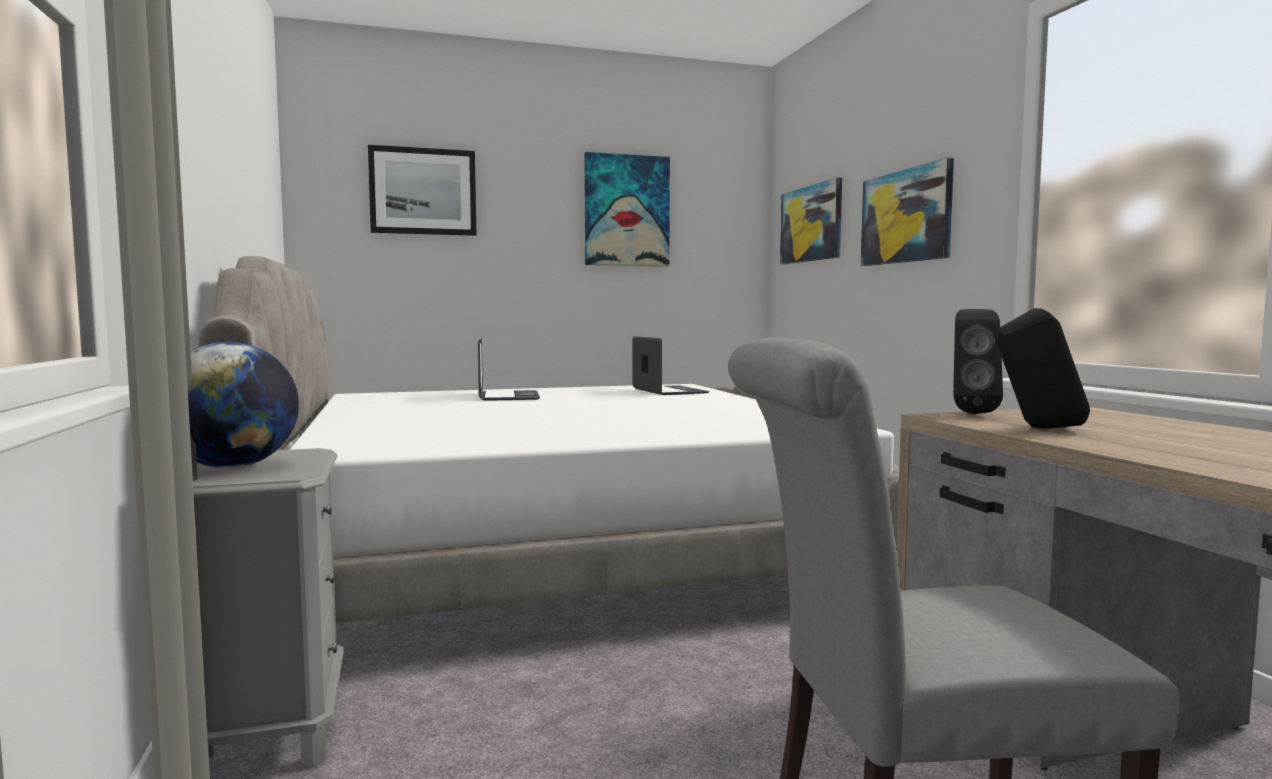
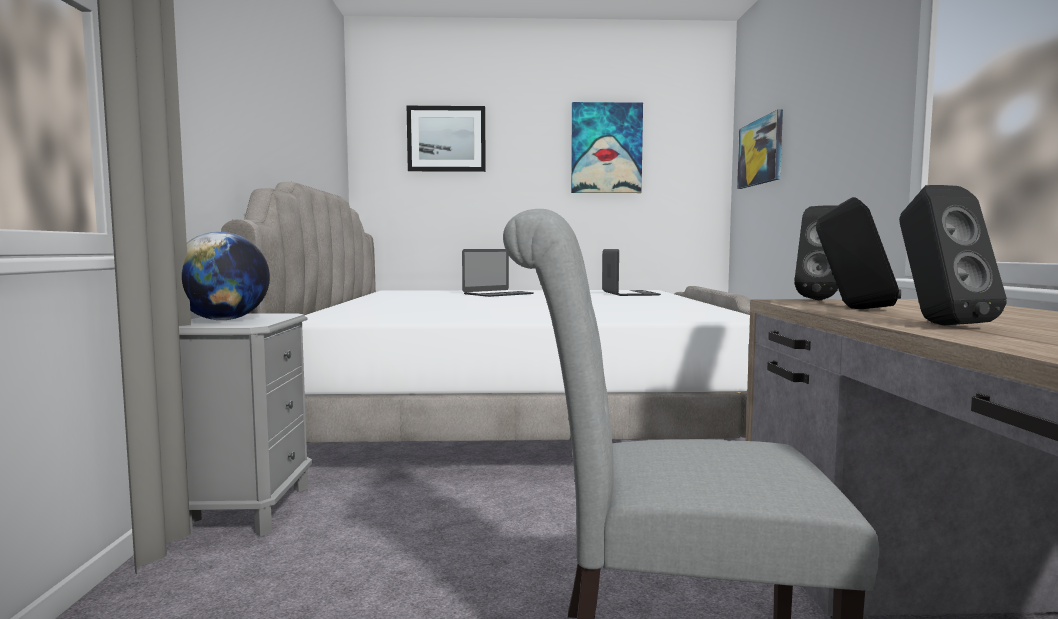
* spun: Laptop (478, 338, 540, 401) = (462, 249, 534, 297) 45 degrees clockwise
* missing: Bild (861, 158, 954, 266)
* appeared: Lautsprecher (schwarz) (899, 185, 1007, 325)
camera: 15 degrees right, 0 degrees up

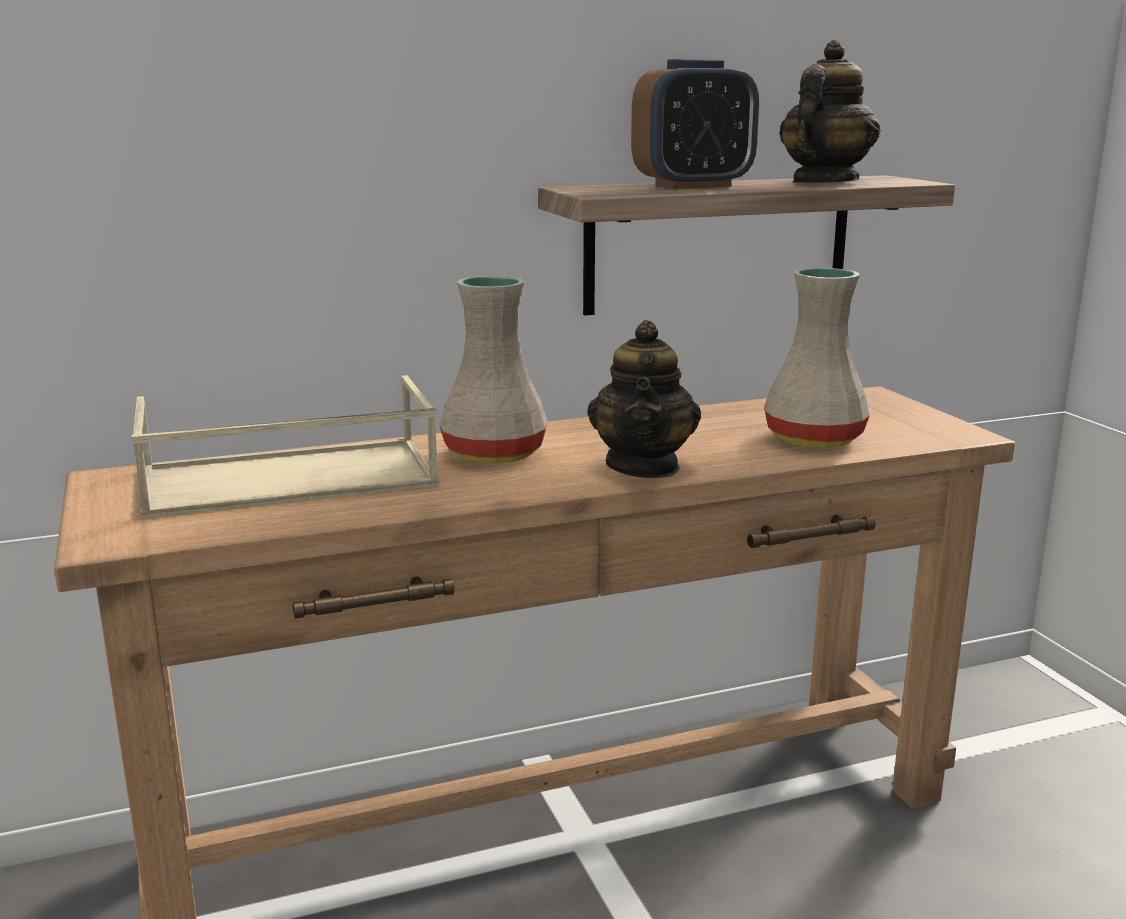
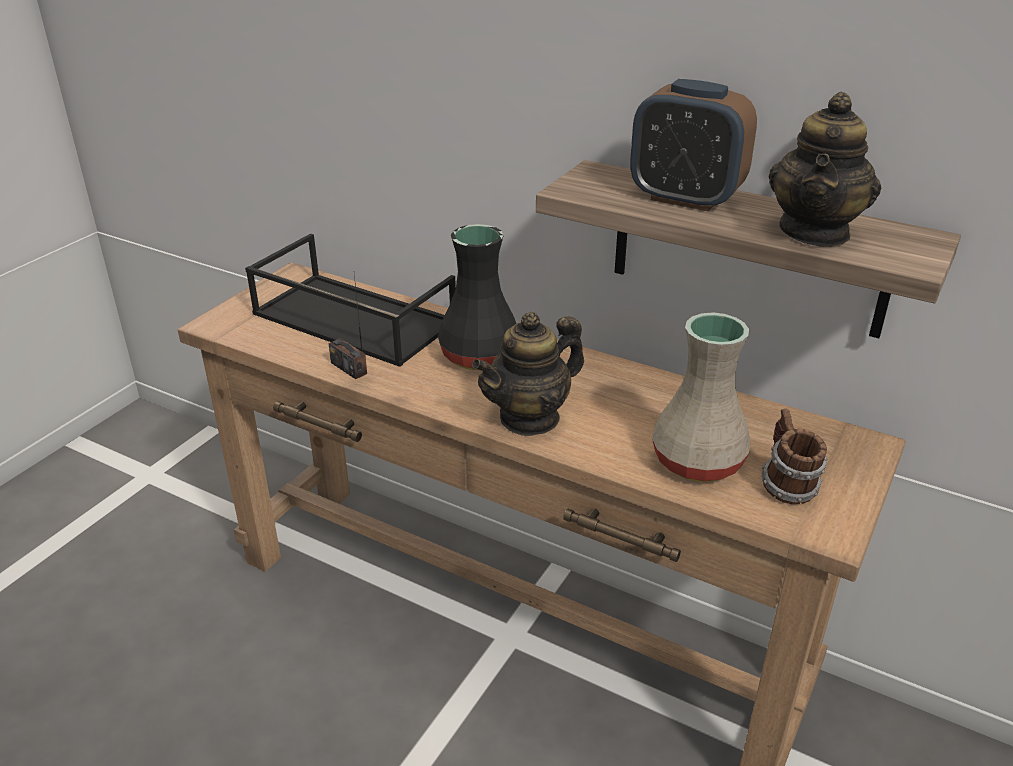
* colour: Tablett (beige) (131, 375, 439, 518) to Tablett (schwarz) (245, 234, 456, 367)
* colour: Vase (beige) (439, 276, 548, 463) to Vase (schwarz) (438, 224, 516, 370)
* spun: Teekanne (779, 40, 880, 183) = (769, 92, 881, 247) 120 degrees clockwise
* appeared: Radio (329, 275, 367, 379)
* appeared: Henkelbecher (761, 409, 828, 505)
camera: 50 degrees right, 15 degrees up

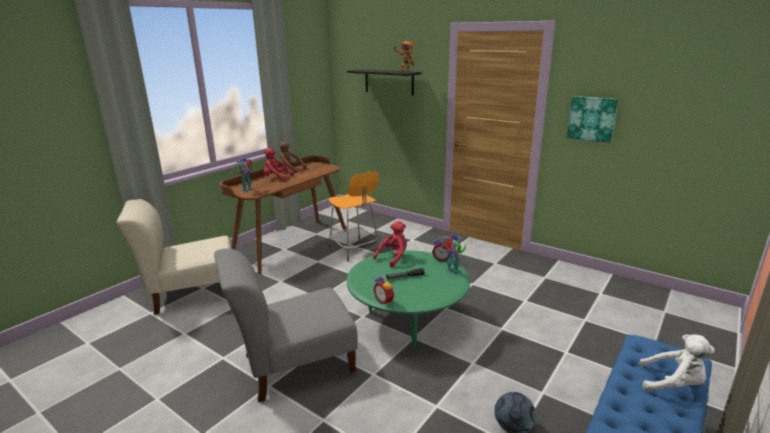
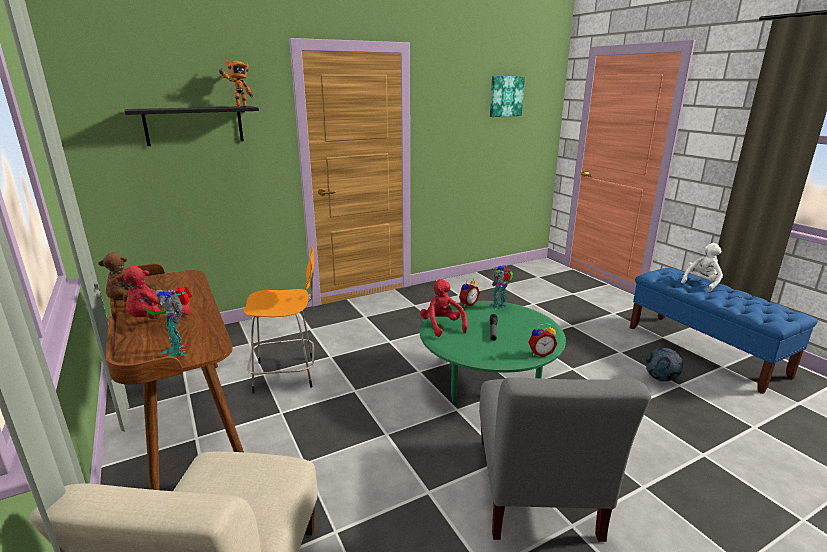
* relocated: Bild (567, 96, 618, 143) to (490, 76, 525, 117)
camera: 65 degrees left, 0 degrees up

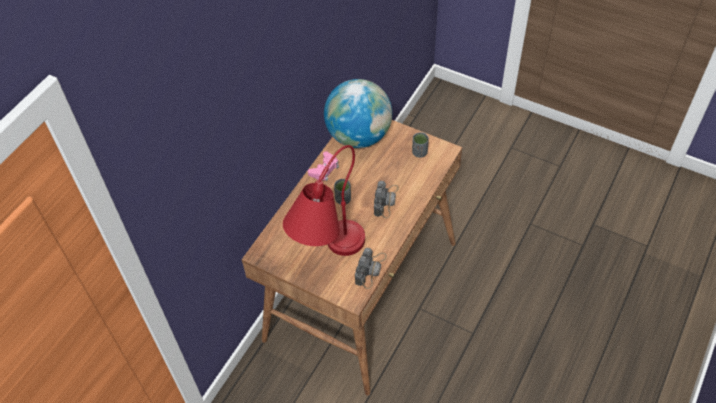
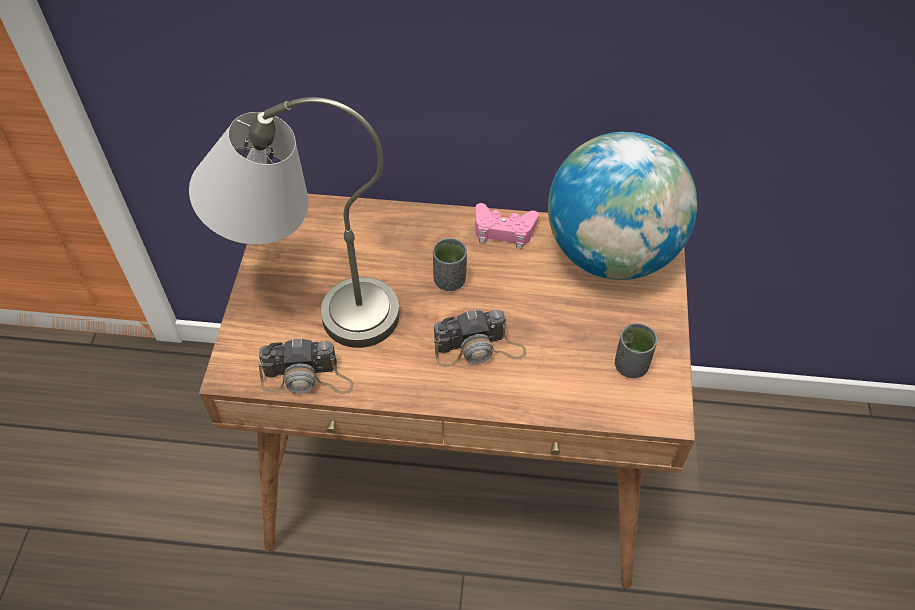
* colour: Tischlampe (rot) (283, 145, 365, 256) to Tischlampe (grau) (189, 97, 399, 348)
camera: 65 degrees right, 0 degrees up

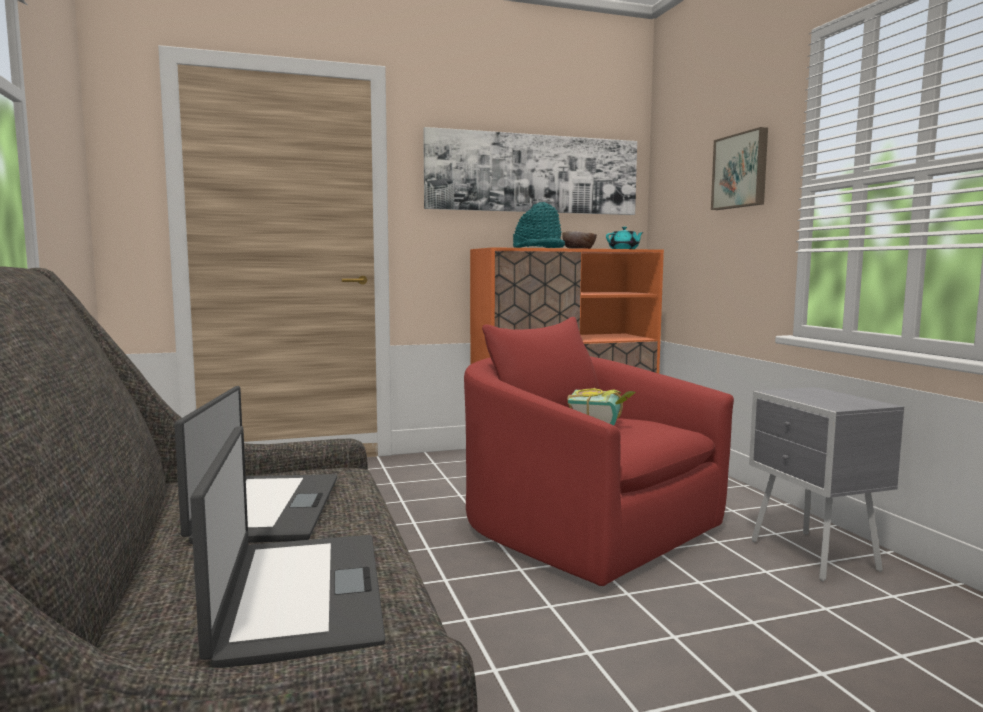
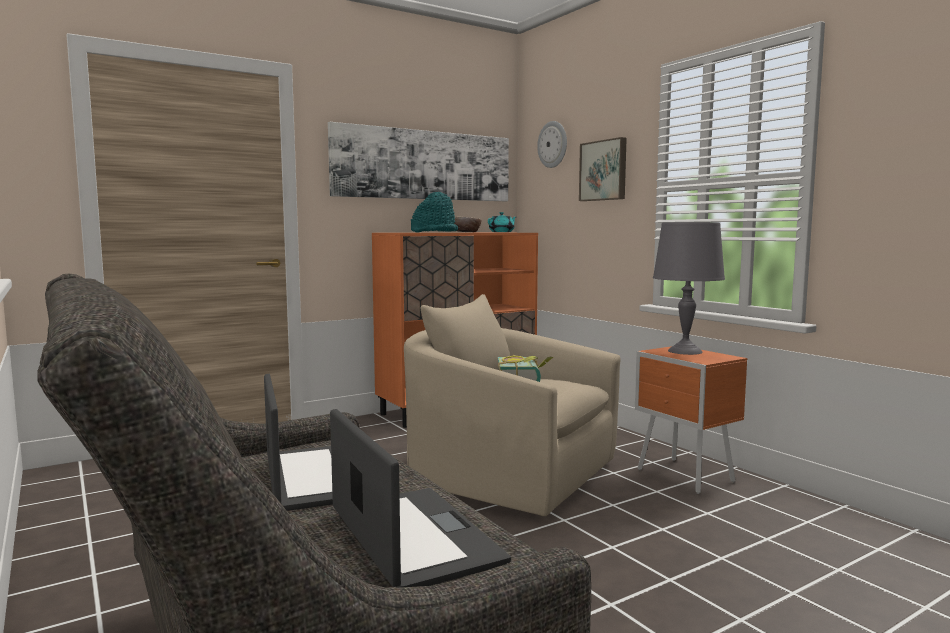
* colour: Sessel (rot) (464, 317, 734, 586) to Sessel (beige) (404, 294, 621, 516)
* colour: Nachttisch (grau) (749, 387, 904, 582) to Nachttisch (orange) (635, 346, 747, 494)
* appeared: Wanduhr (537, 121, 567, 168)
* appeared: Tischlampe (grau) (653, 222, 725, 355)
camera: 15 degrees left, 0 degrees up

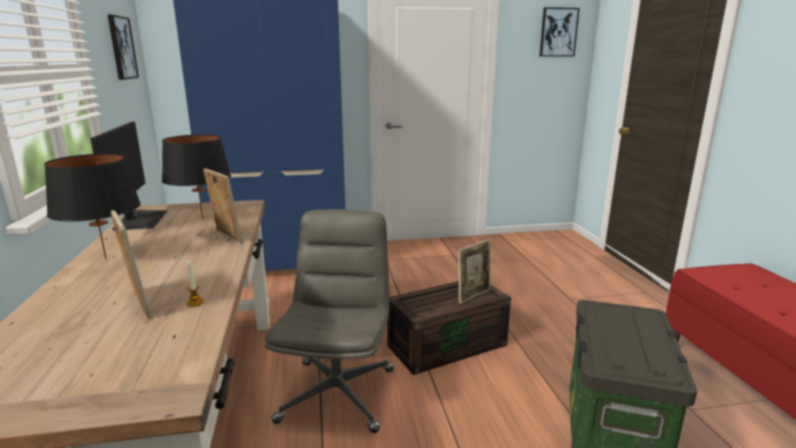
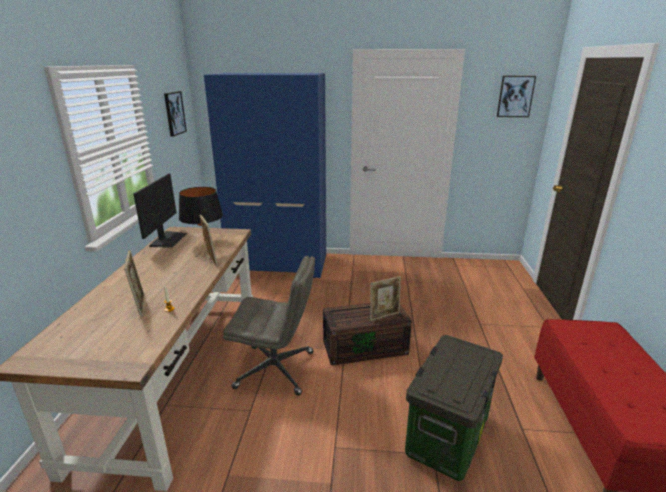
* missing: Tischlampe (schwarz) (44, 154, 141, 258)
* spun: Bürostuhl (grau) (265, 209, 394, 433) = (223, 256, 315, 395) 75 degrees clockwise
camera: 15 degrees right, 5 degrees up

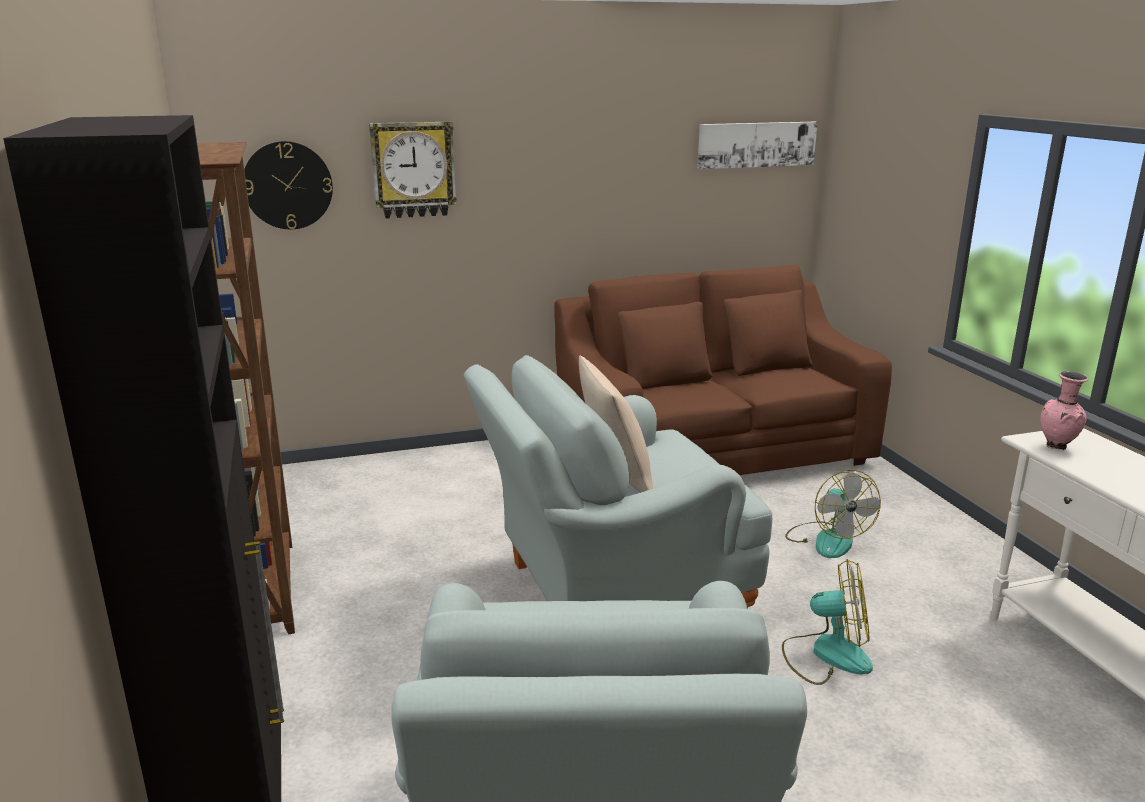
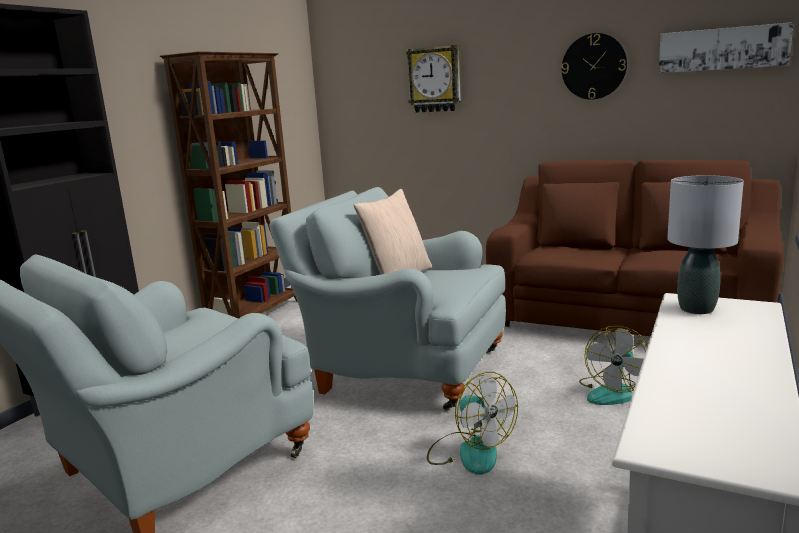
* relocated: Wanduhr (244, 141, 333, 229) to (562, 33, 627, 100)
* exchanged: Vase (rosa) (1040, 371, 1089, 450) to Tischlampe (grau) (667, 175, 744, 314)
camera: 45 degrees right, 5 degrees down

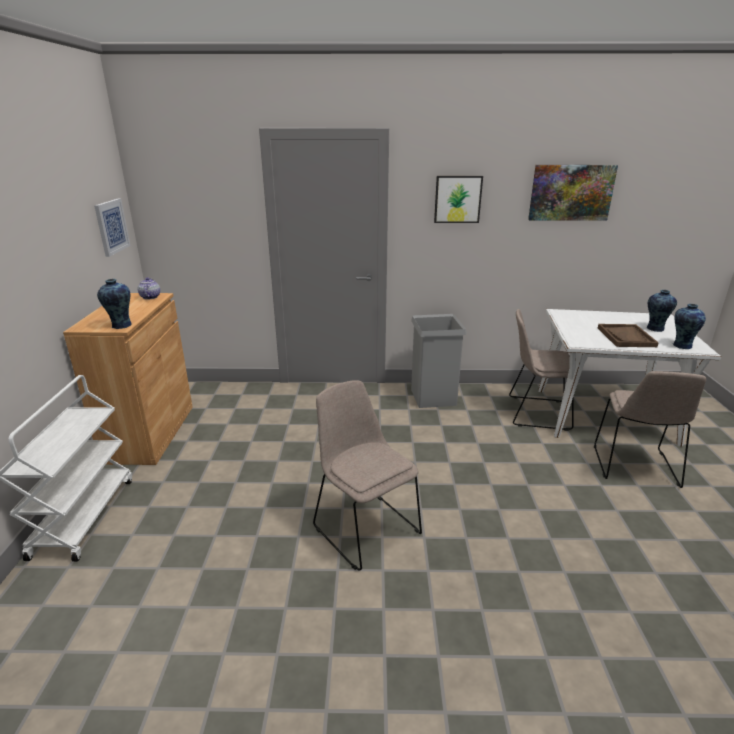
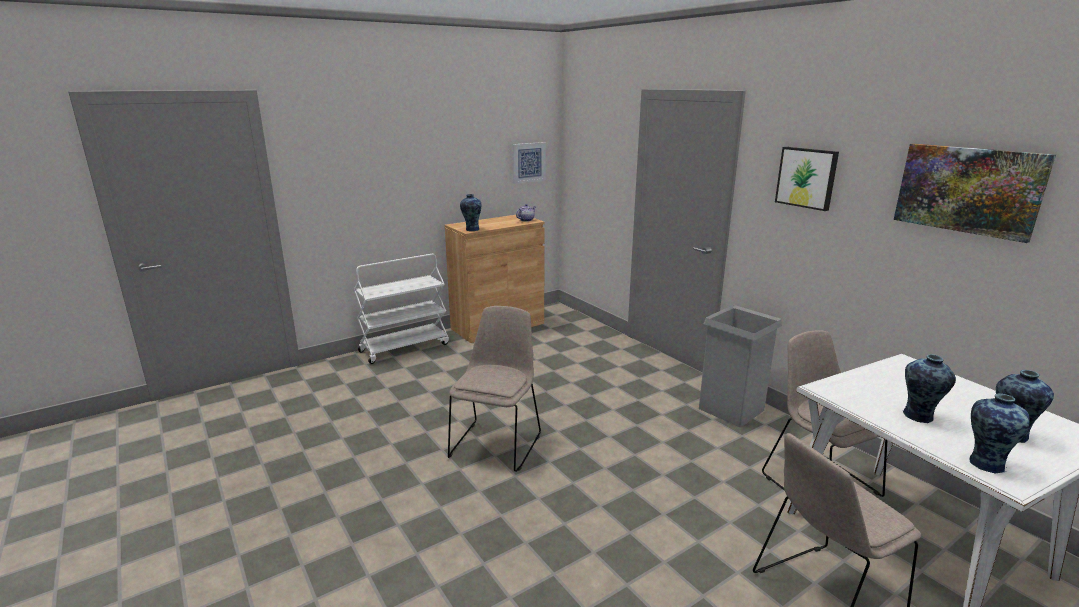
* exchanged: Tablett (braun) (598, 324, 659, 347) to Vase (903, 354, 956, 423)
camera: 55 degrees right, 5 degrees down

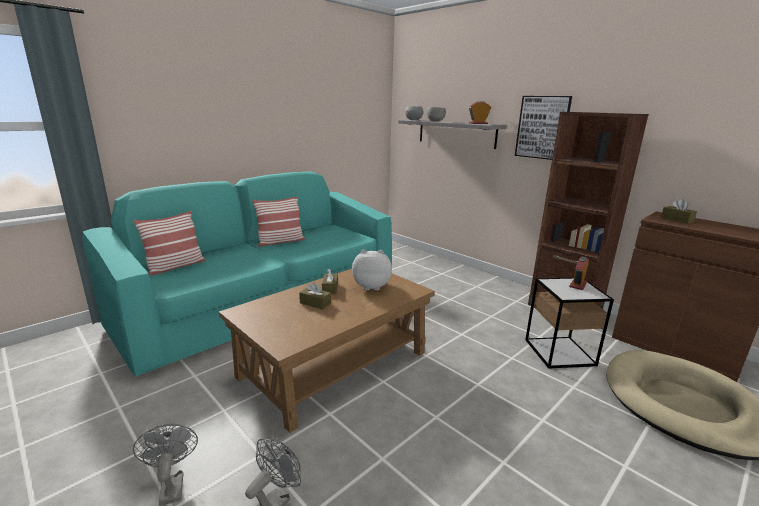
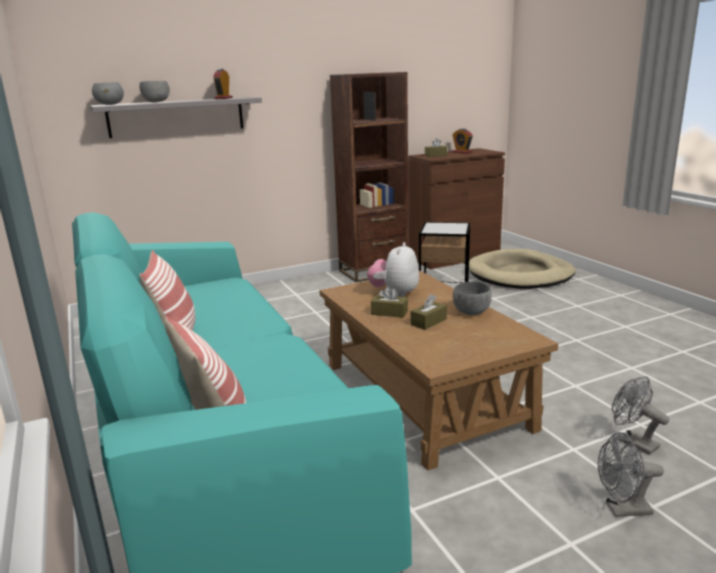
* missing: Bild (515, 96, 572, 160)
* relocated: Wecker (569, 257, 589, 290) to (452, 129, 473, 153)
* appeared: Schüssel (grau) (453, 282, 492, 315)
camera: 70 degrees left, 0 degrees up

